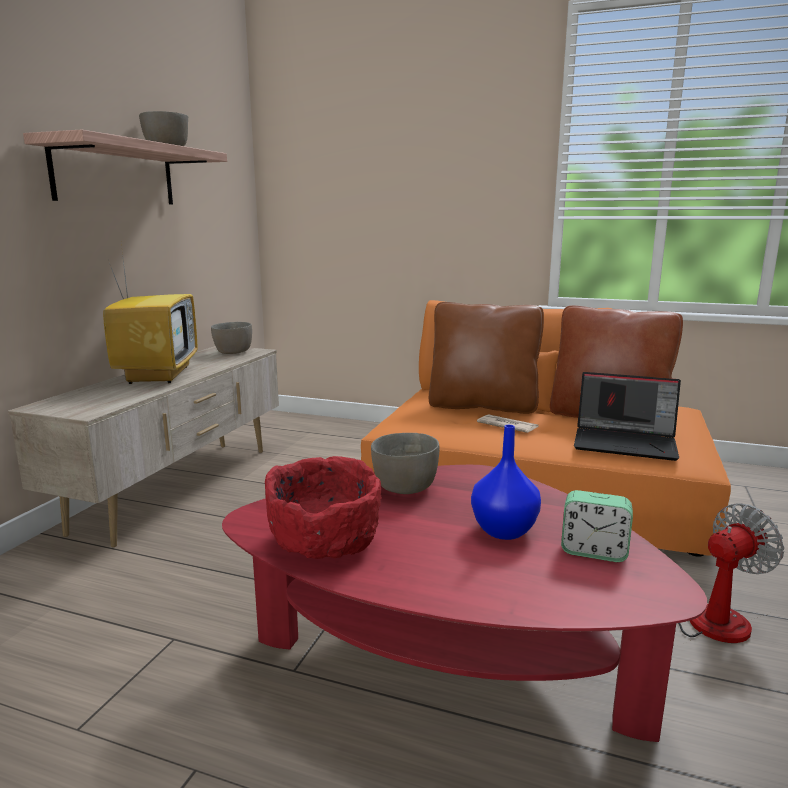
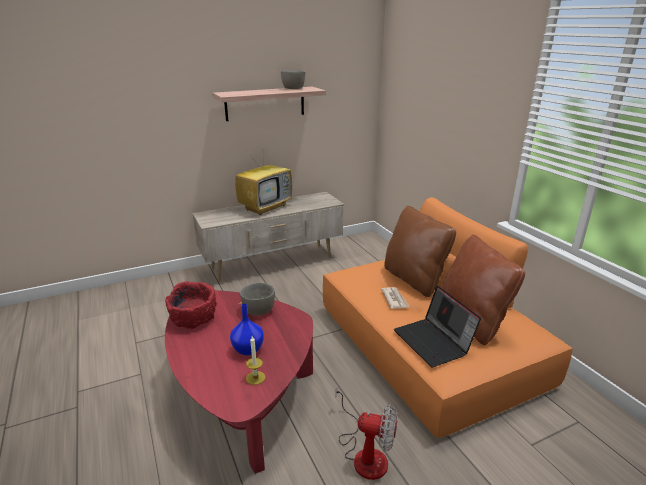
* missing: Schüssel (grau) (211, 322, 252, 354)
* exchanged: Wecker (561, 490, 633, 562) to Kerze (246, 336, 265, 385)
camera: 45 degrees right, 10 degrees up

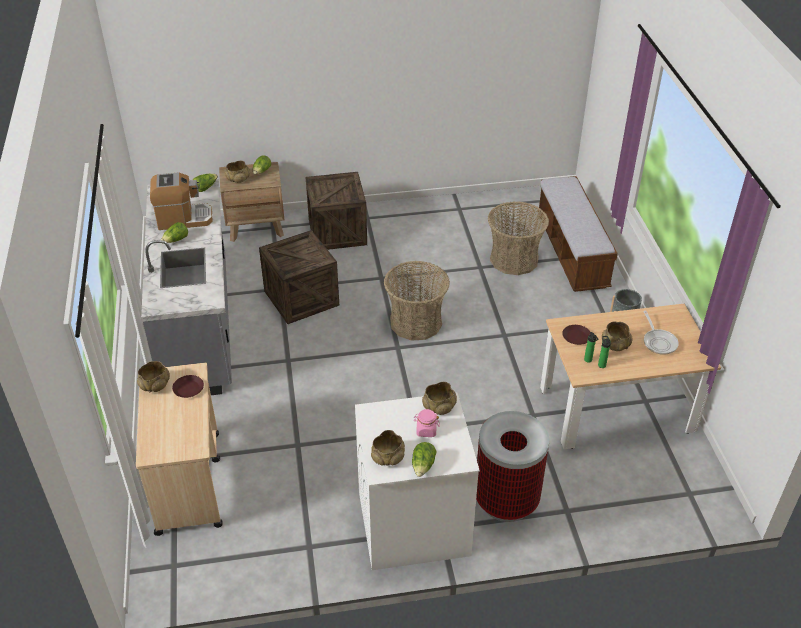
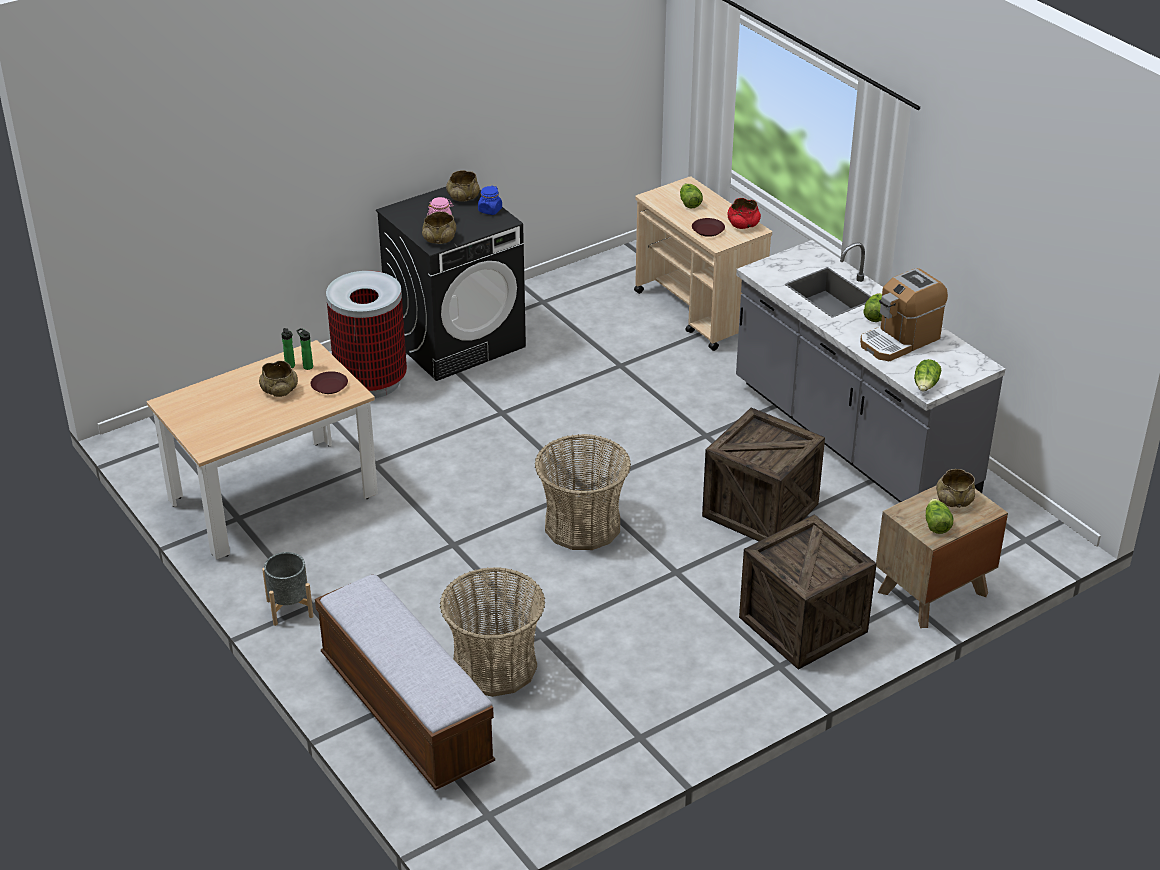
* colour: Schüssel (beige) (137, 361, 170, 393) to Schüssel (rot) (728, 198, 761, 229)
* colour: Waschmaschine (weiß) (355, 392, 480, 570) to Waschmaschine (schwarz) (376, 187, 526, 381)
* relocated: Salatkopf (412, 442, 436, 477) to (680, 183, 703, 209)
* missing: Pfanne (643, 311, 679, 355)
* appeared: Vorratsglas (blau) (478, 186, 502, 215)
camera: 155 degrees right, 5 degrees down

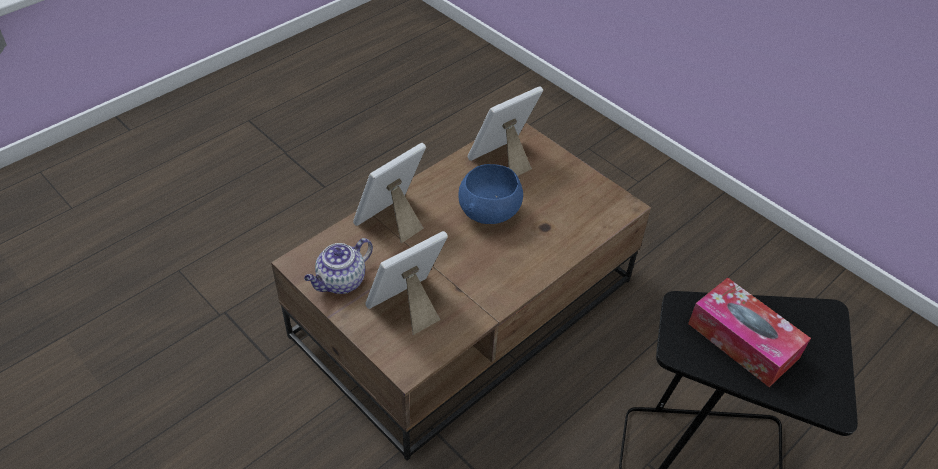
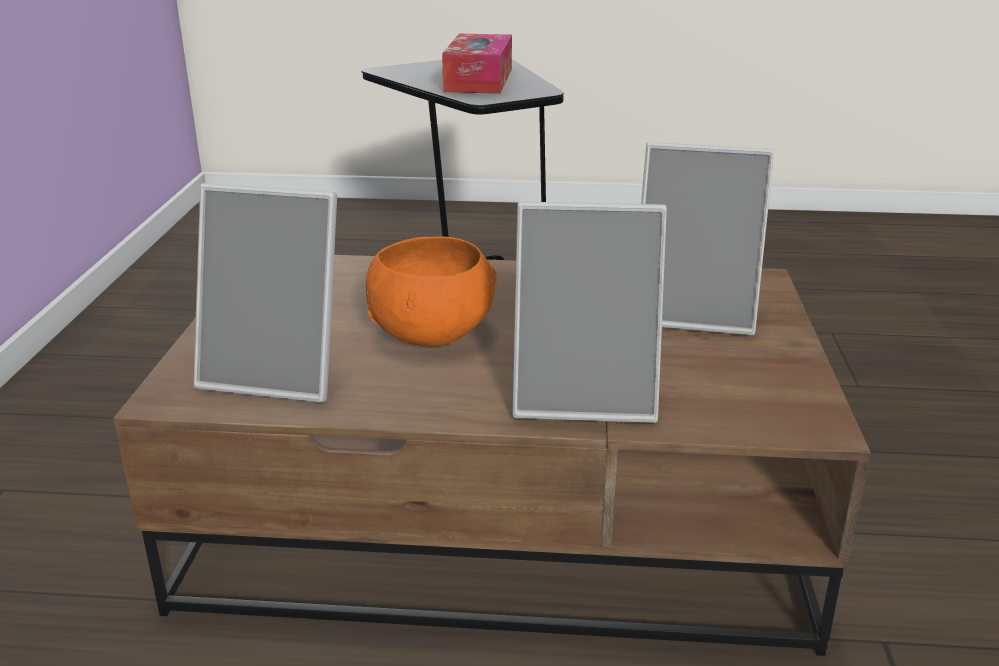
* missing: Teekanne (304, 238, 373, 294)
* colour: Schüssel (blau) (458, 164, 523, 224) to Schüssel (orange) (366, 237, 497, 347)
camera: 130 degrees left, 20 degrees down

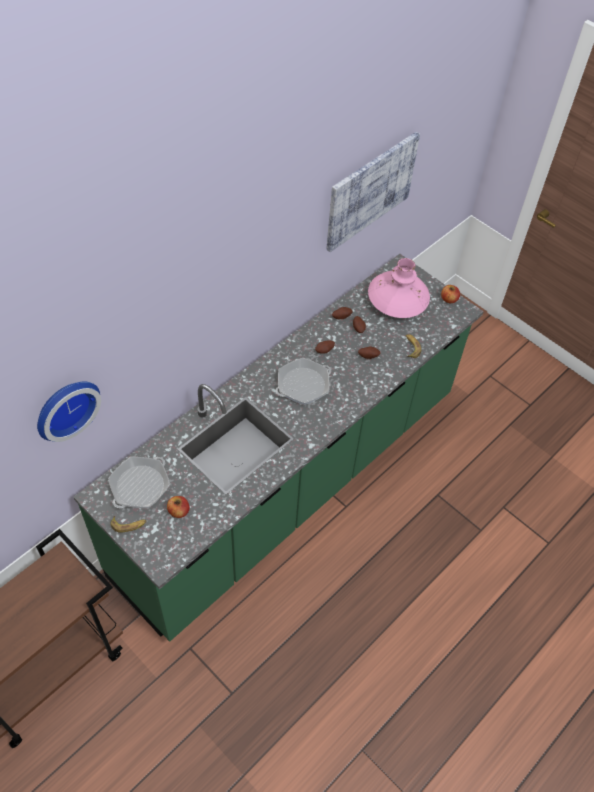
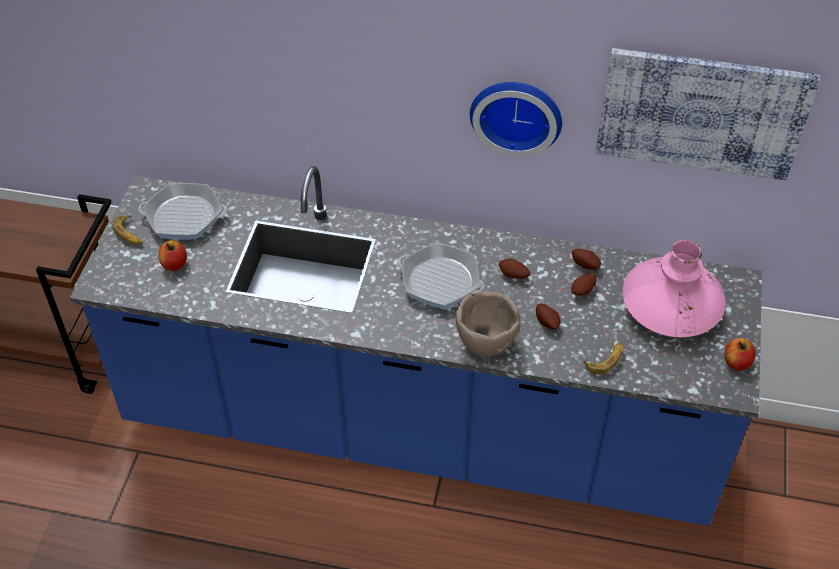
* relocated: Wanduhr (37, 381, 101, 442) to (470, 82, 562, 157)
* colour: Küchenzeile (grün) (74, 254, 484, 642) to Küchenzeile (blau) (70, 166, 762, 526)
* appeared: Schüssel (braun) (455, 291, 520, 357)
camera: 60 degrees right, 5 degrees down

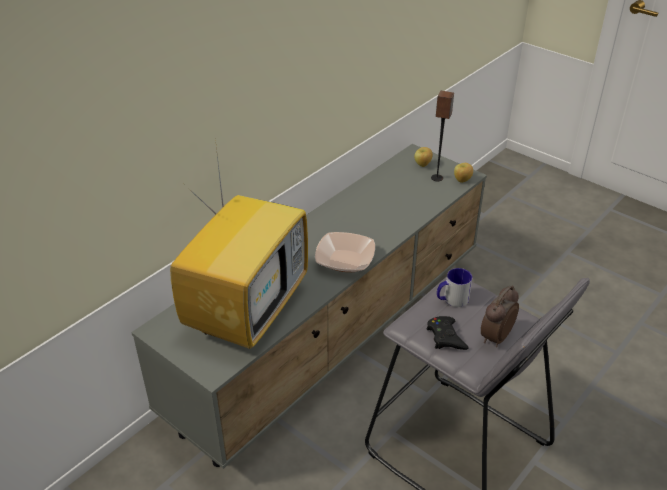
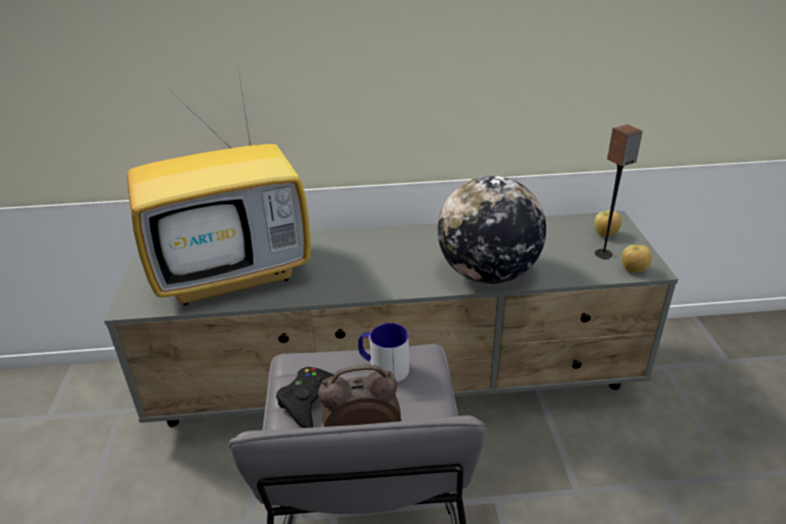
* missing: Schüssel (315, 232, 375, 272)
* appeared: Globus (438, 176, 546, 284)
camera: 45 degrees right, 5 degrees down

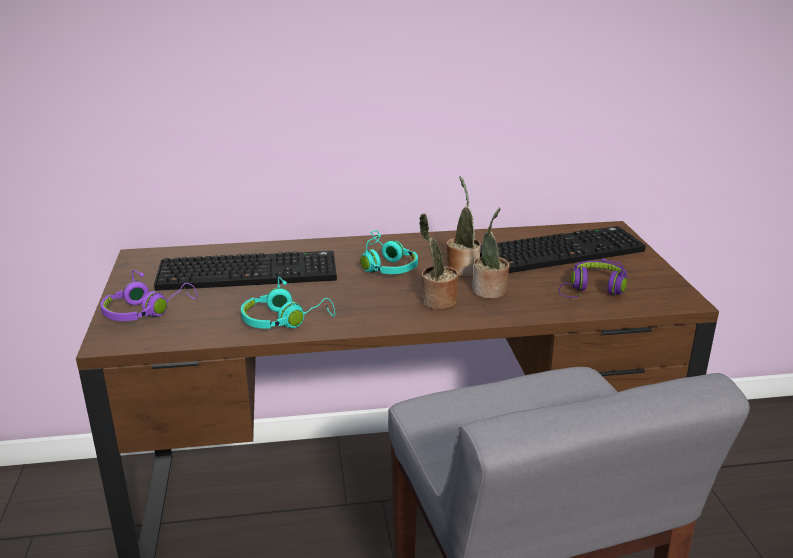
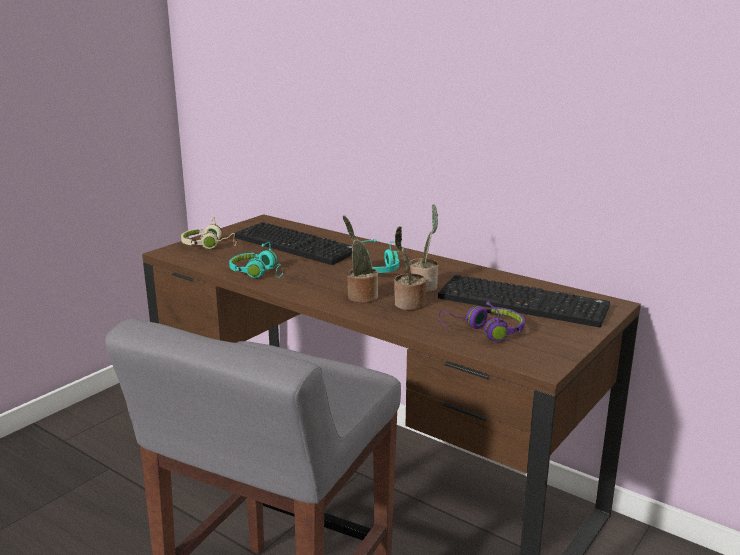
* colour: Kopfhörer (lila) (100, 270, 198, 321) to Kopfhörer (beige) (181, 217, 237, 249)
camera: 45 degrees right, 5 degrees down

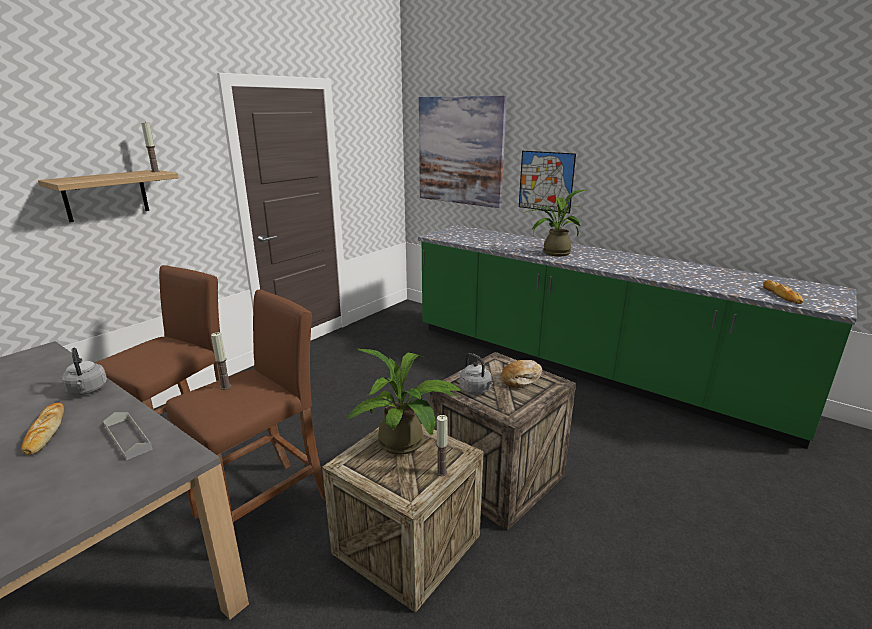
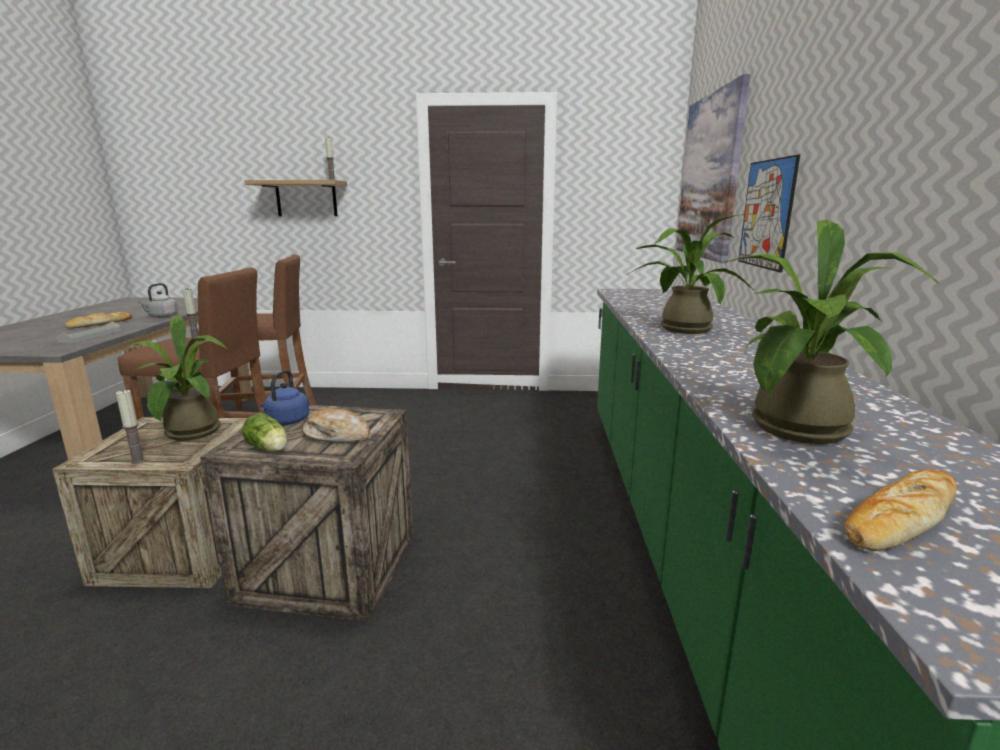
* colour: Wasserkessel (grau) (459, 353, 494, 395) to Wasserkessel (blau) (260, 370, 309, 425)
* appeared: Salatkopf (242, 413, 288, 452)
* appeared: Topfpflanze (726, 220, 939, 444)
camera: 55 degrees right, 5 degrees down

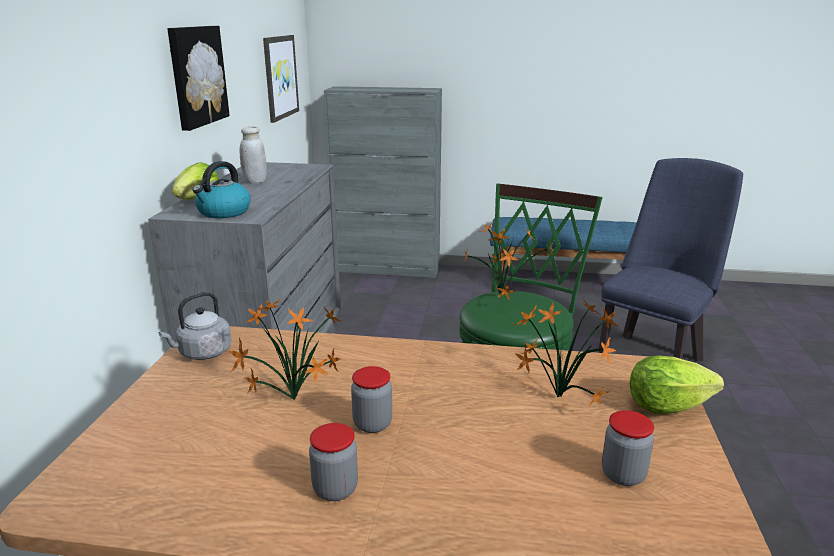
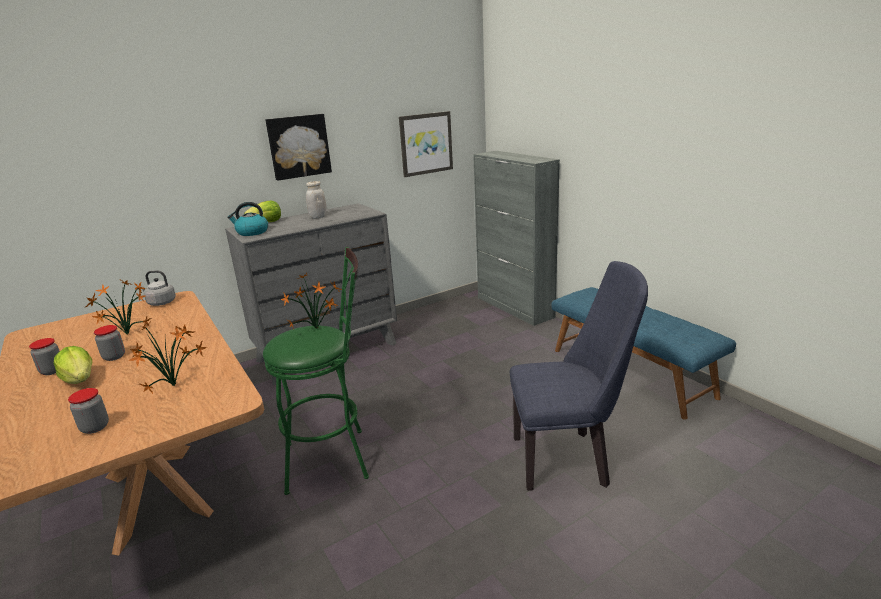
* relocated: Salatkopf (630, 356, 724, 414) to (54, 346, 93, 384)
camera: 50 degrees right, 0 degrees up

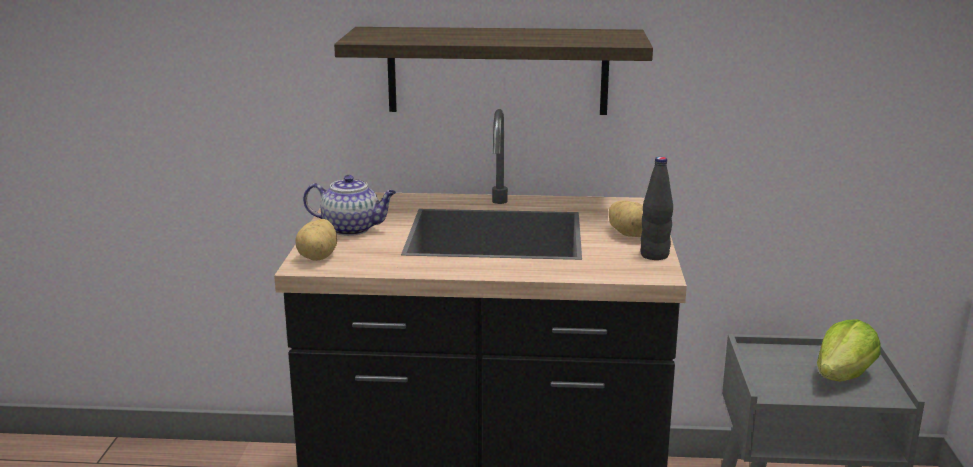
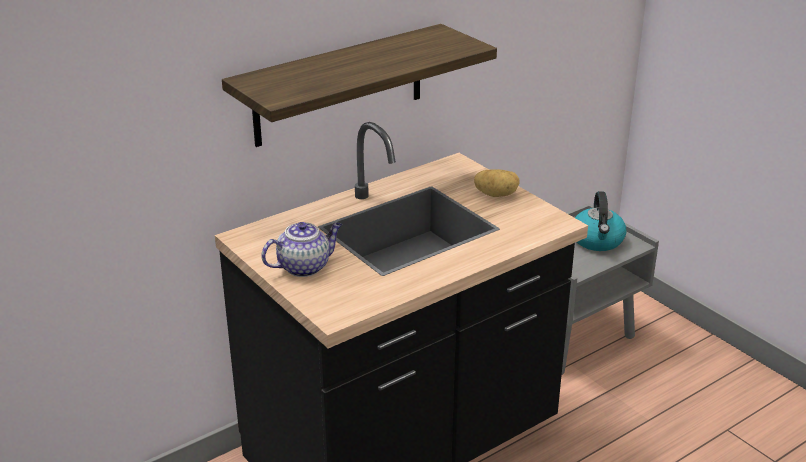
* missing: Kartoffel (296, 219, 337, 261)
* missing: Flasche (schwarz) (640, 157, 673, 260)
* exchanged: Salatkopf (817, 319, 881, 382) to Wasserkessel (575, 191, 626, 251)
camera: 40 degrees left, 10 degrees up

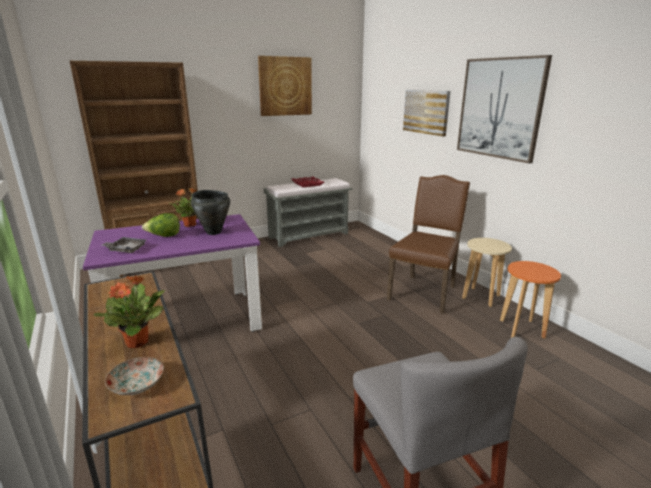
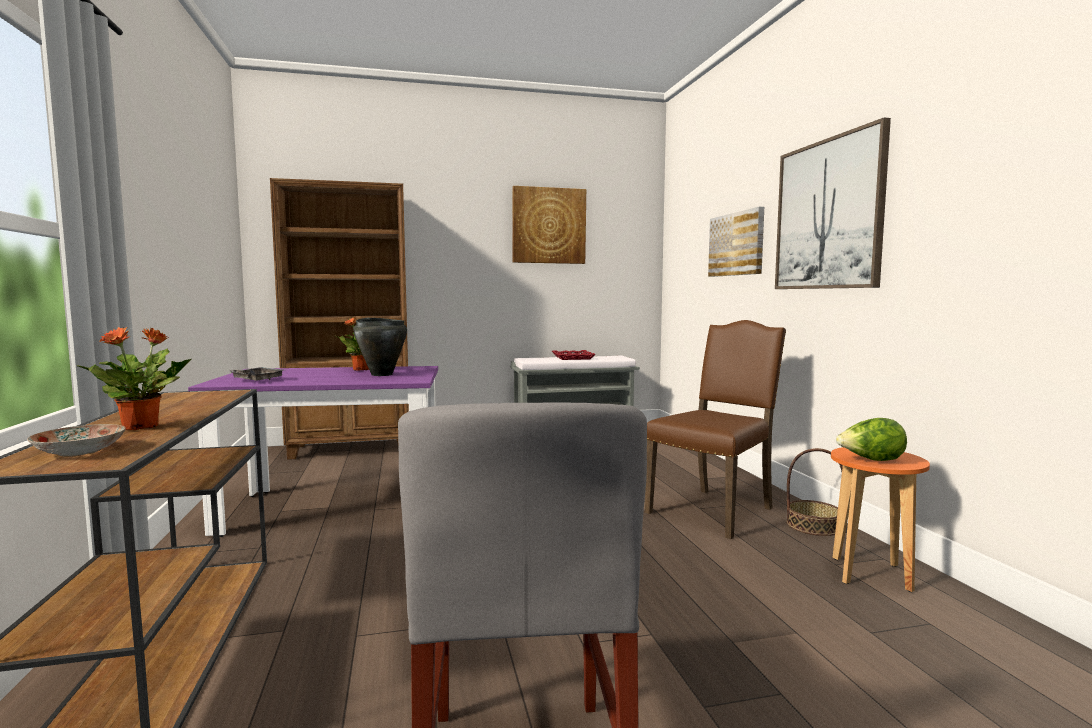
* relocated: Salatkopf (142, 213, 180, 237) to (836, 418, 907, 461)
* exchanged: Hocker (beige) (462, 238, 512, 307) to Korb (786, 448, 843, 536)
camera: 15 degrees right, 15 degrees down

